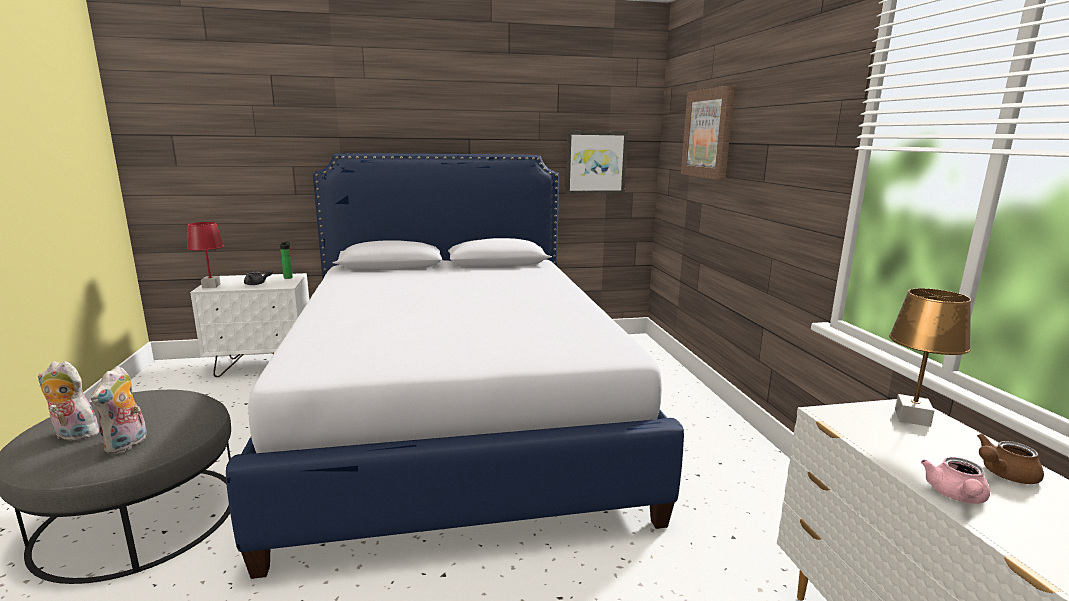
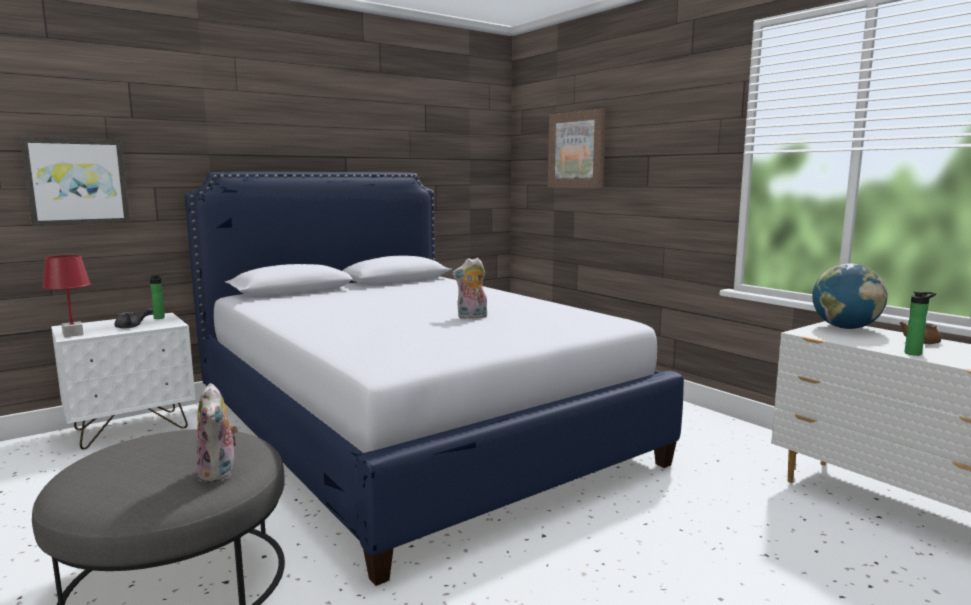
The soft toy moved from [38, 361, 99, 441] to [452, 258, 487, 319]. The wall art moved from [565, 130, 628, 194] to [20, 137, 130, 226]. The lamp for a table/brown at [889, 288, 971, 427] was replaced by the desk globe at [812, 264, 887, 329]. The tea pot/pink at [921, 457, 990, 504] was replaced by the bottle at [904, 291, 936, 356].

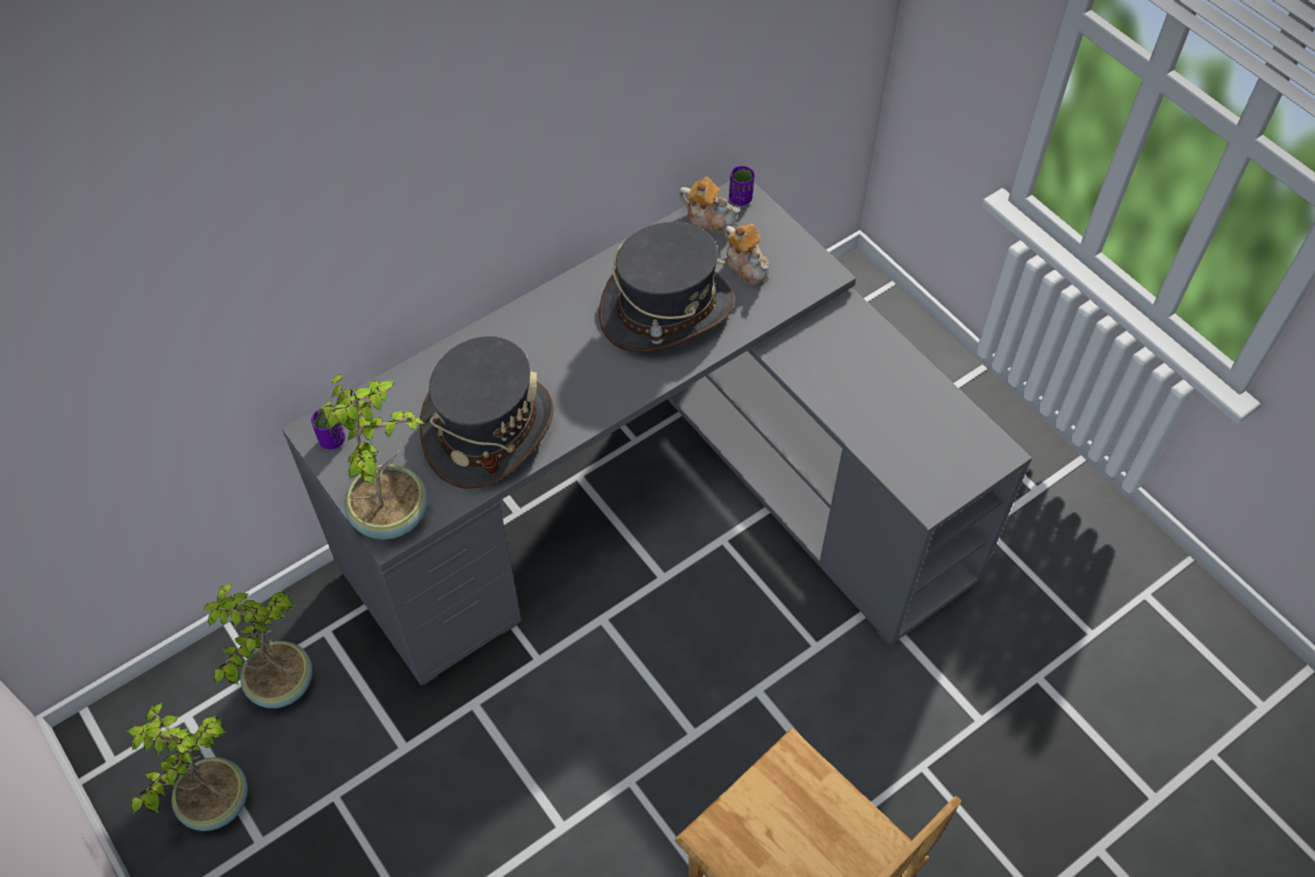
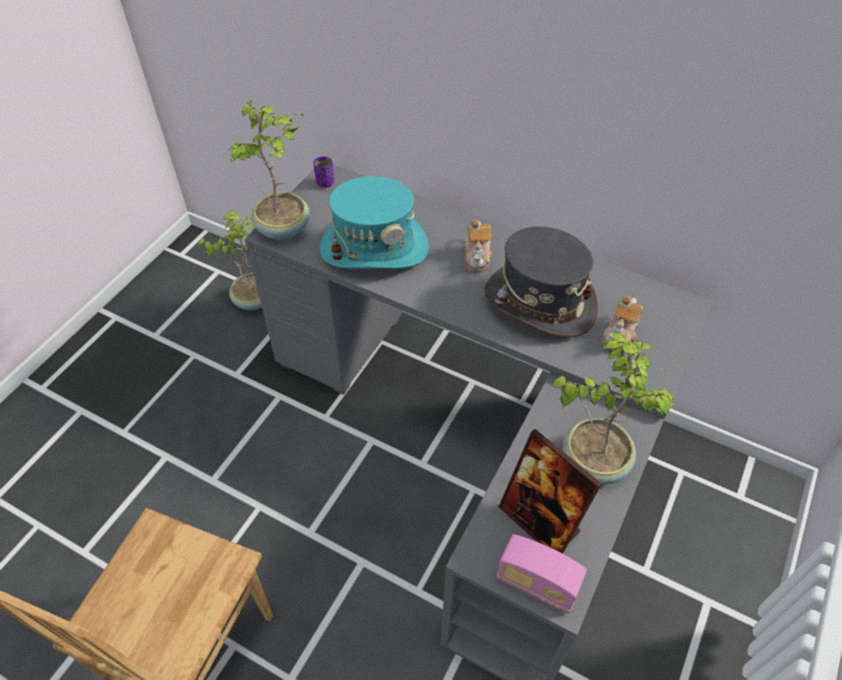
The potted plant moved from [126, 702, 248, 831] to [550, 331, 675, 485]. The clothing hat/grey at [419, 336, 554, 489] became the clothing hat/turquoise at [320, 176, 429, 269]. The tea pot moved from [679, 177, 740, 234] to [465, 220, 492, 272]. The small cup/purple at [729, 166, 755, 205] disappeared. The radio set at [497, 534, 587, 614] appeared. The standing frame at [499, 429, 602, 554] appeared.

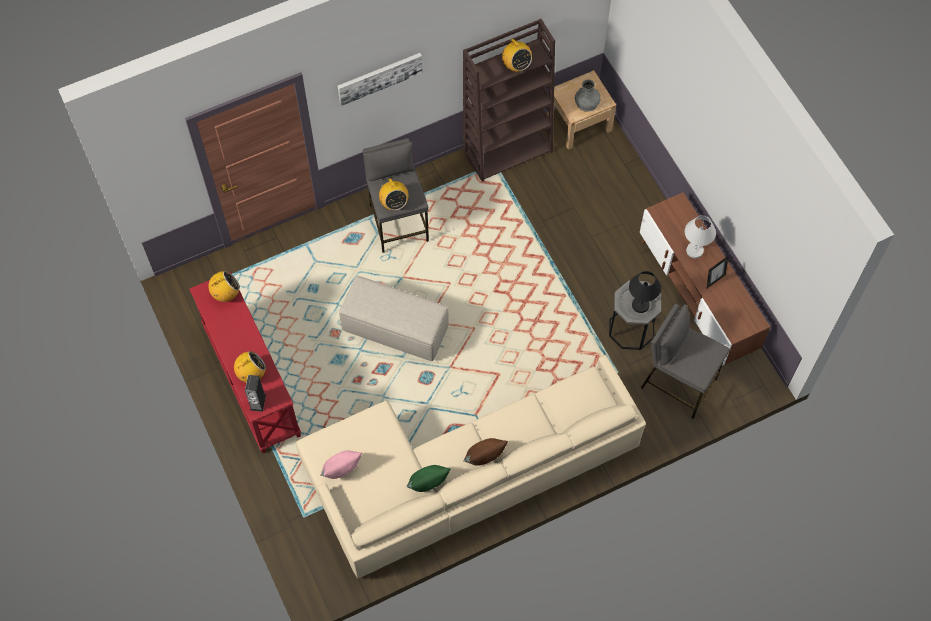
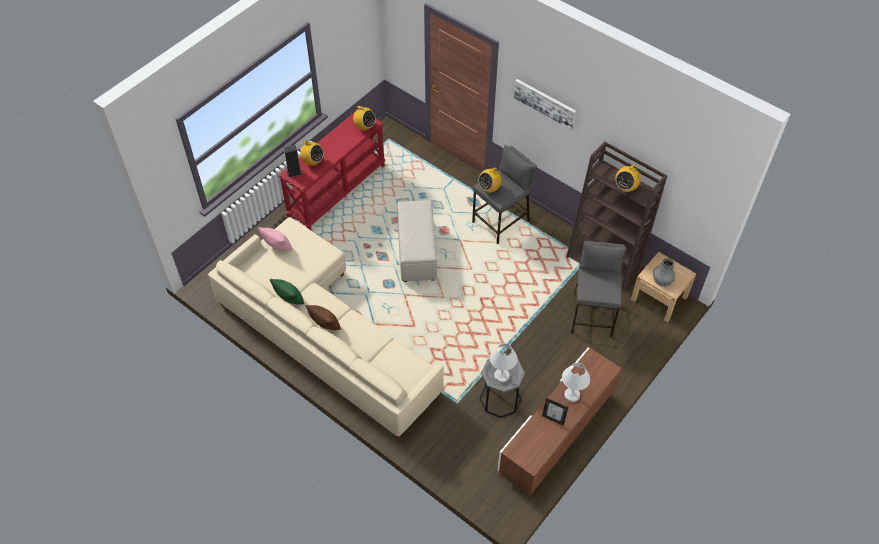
The lamp for a table/black-coloured at [629, 271, 661, 313] became the lamp for a table/white-coloured at [490, 343, 518, 383]. The stool seat/grey moved from [641, 304, 730, 419] to [571, 241, 627, 338].

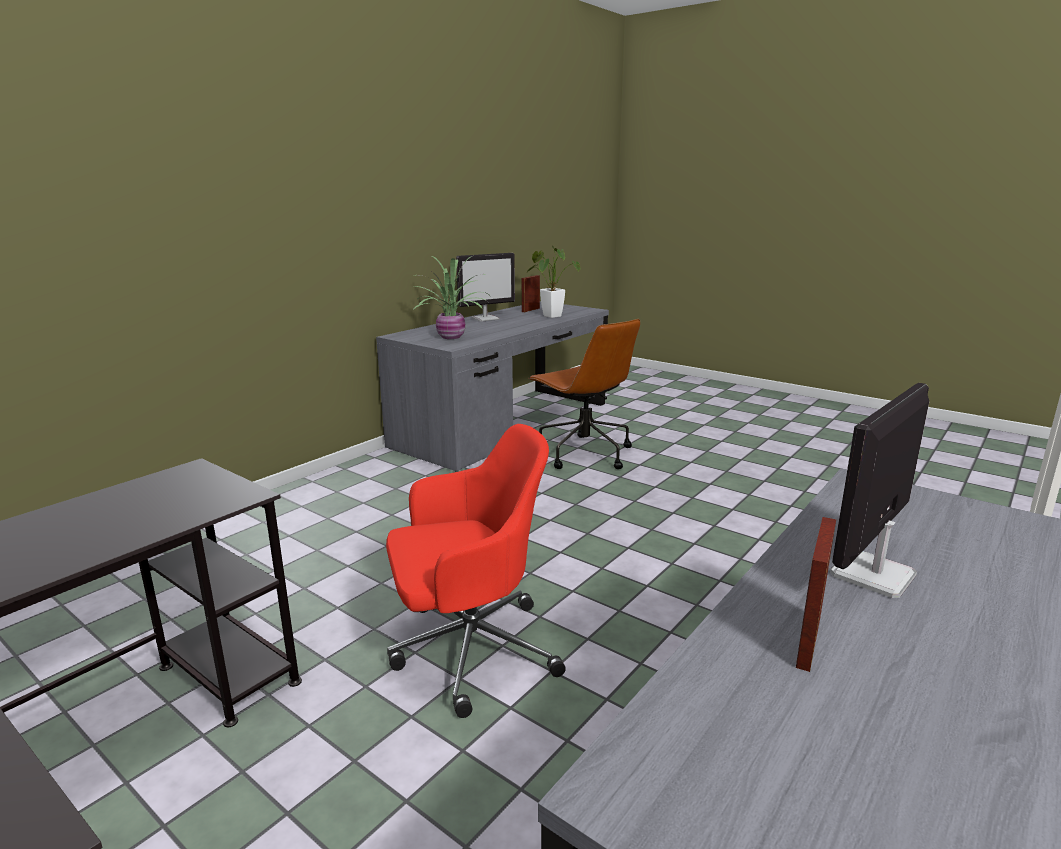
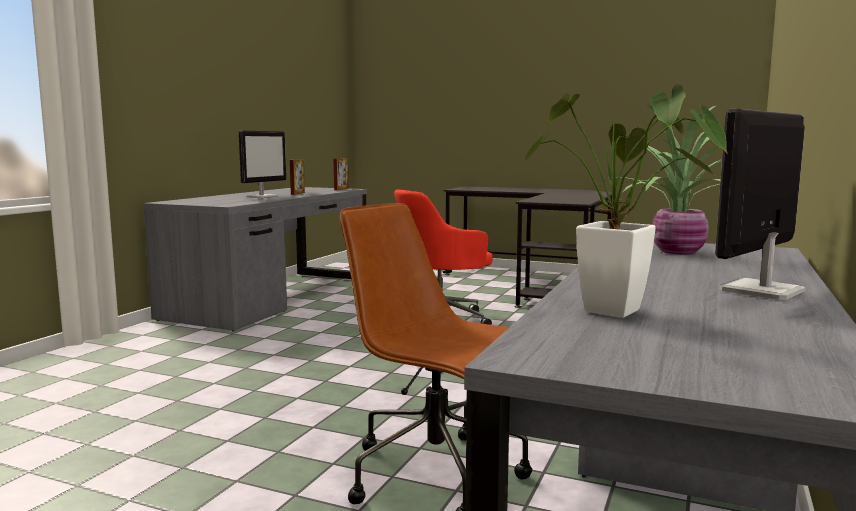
The standing frame moved from [522, 275, 540, 312] to [333, 158, 349, 190].

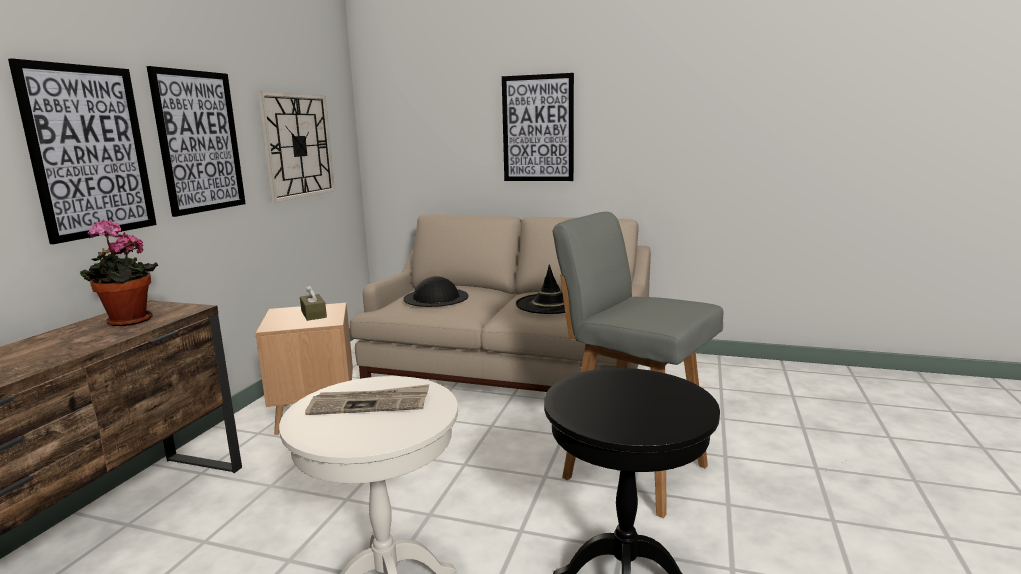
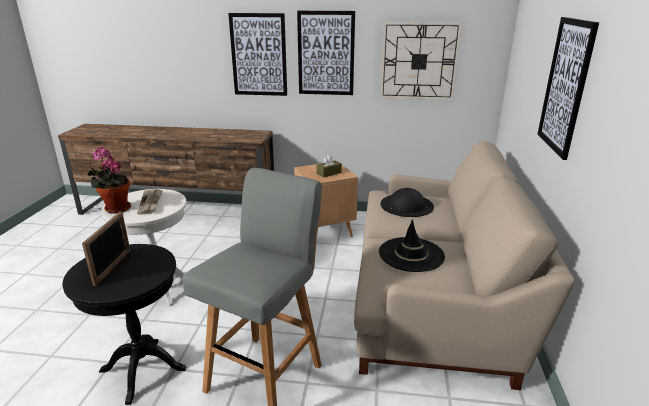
The potted plant moved from [80, 219, 158, 326] to [87, 147, 131, 213]. The standing frame at [82, 212, 130, 286] appeared.

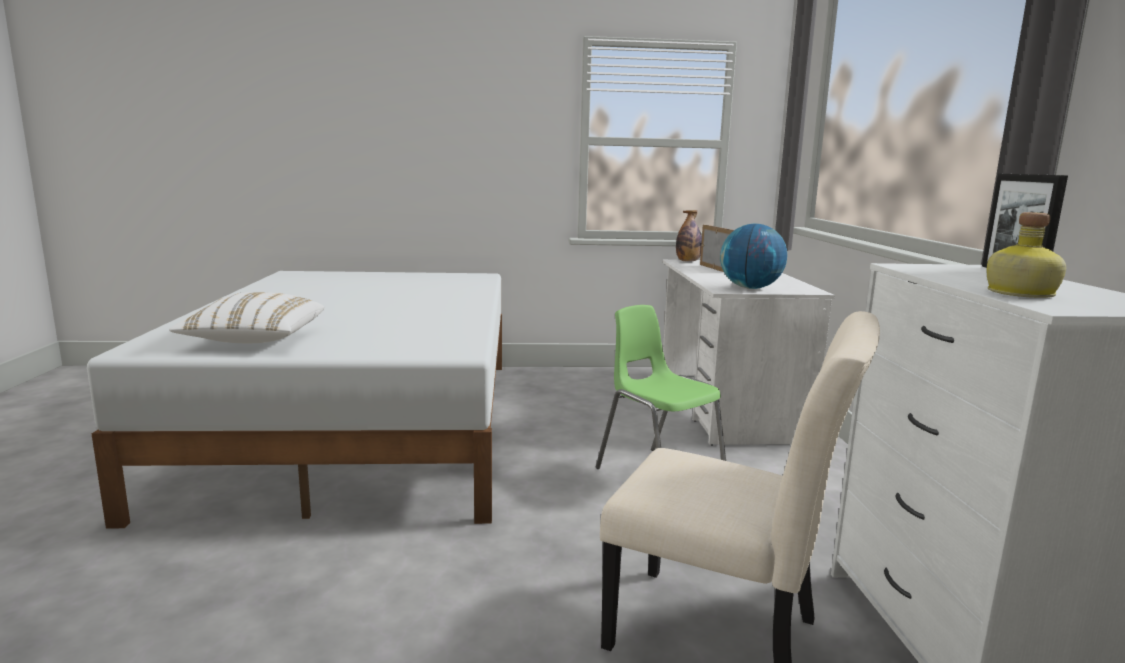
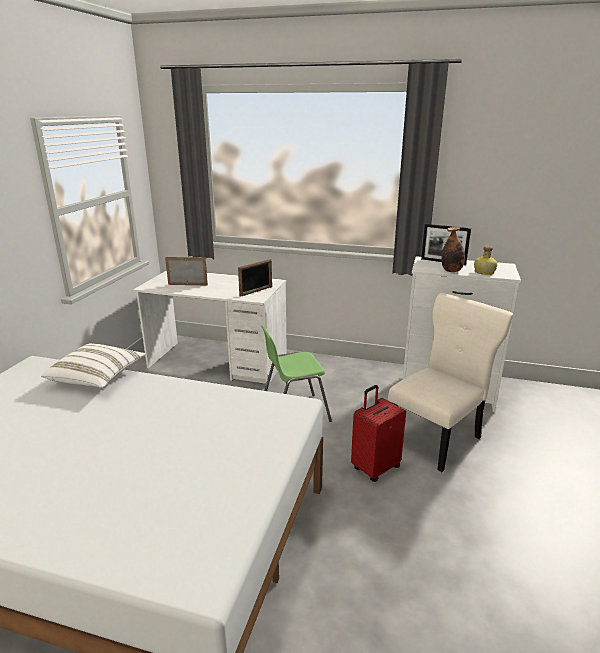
The throw pillow/white-coloured moved from [169, 292, 324, 343] to [41, 343, 146, 388]. The bottle moved from [676, 210, 702, 262] to [442, 227, 465, 272]. The desk globe at [720, 224, 787, 289] was replaced by the standing frame at [238, 259, 272, 297]. The travel case/red-coloured at [351, 385, 406, 482] appeared.

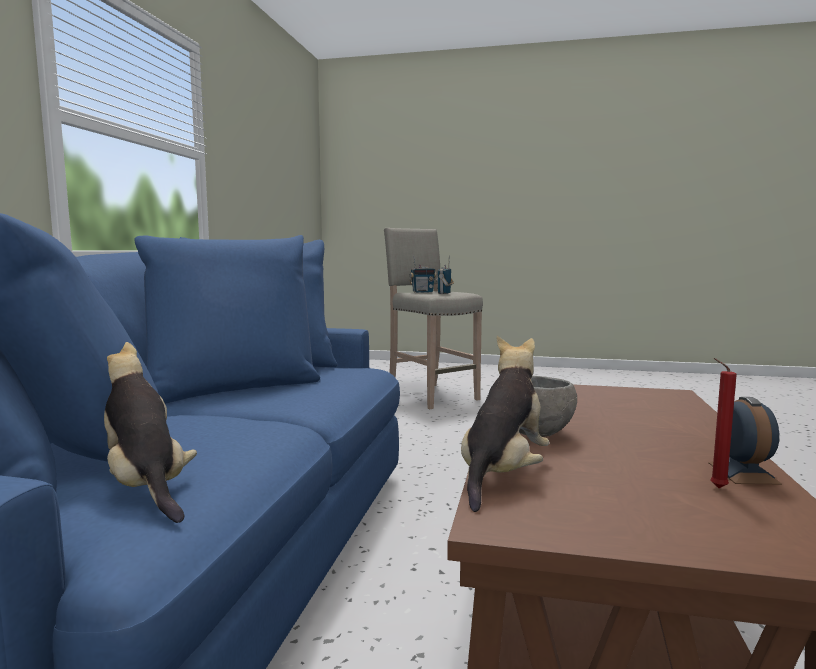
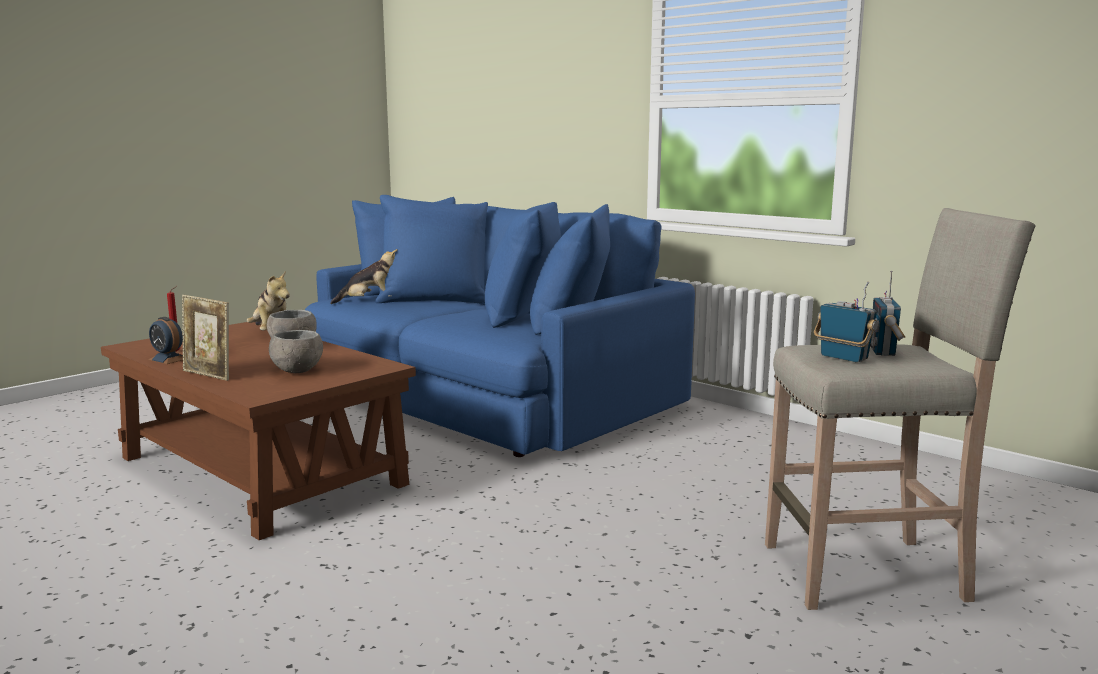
The standing frame at [182, 295, 229, 381] appeared. The deep dish/grey at [269, 330, 323, 373] appeared.

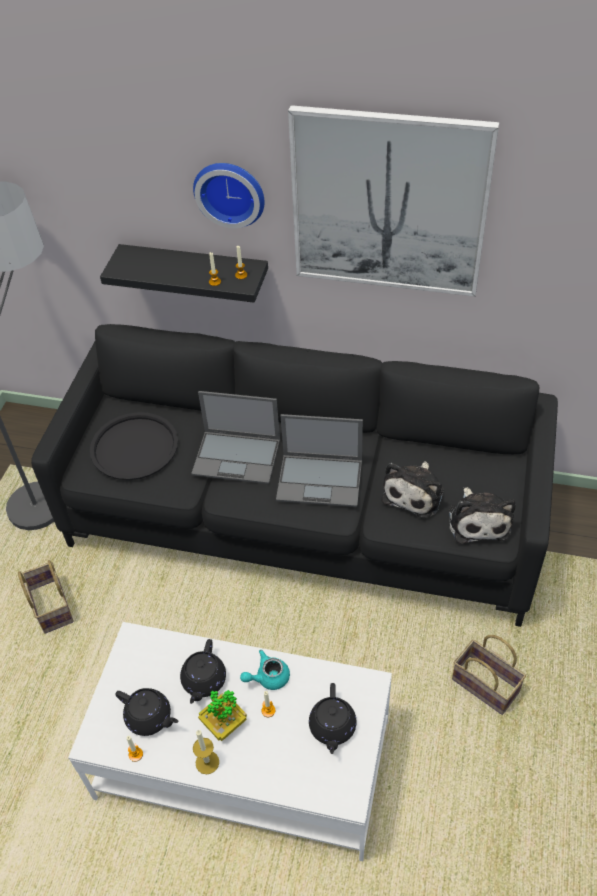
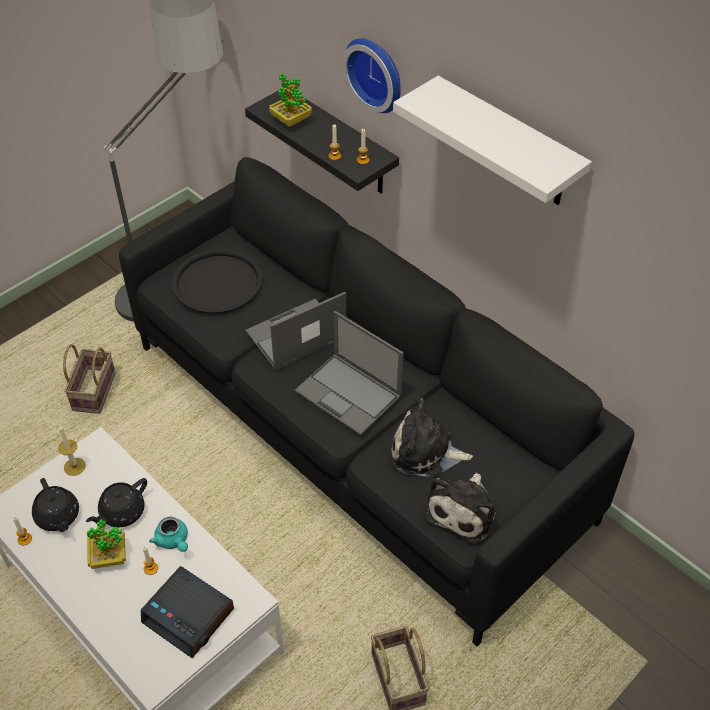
The notebook computer at [191, 391, 280, 484] turned 105 degrees clockwise. The wax light moved from [193, 730, 219, 774] to [58, 424, 86, 476]. The tea pot/turquoise at [240, 650, 290, 690] turned 135 degrees counterclockwise. The wall art at [288, 105, 499, 297] was replaced by the wall shelf/white-coloured at [393, 76, 592, 205]. The tea pot/black-coloured at [309, 683, 357, 754] was replaced by the bedside clock at [141, 566, 234, 658]. The soft toy at [381, 461, 444, 519] turned 45 degrees clockwise. The potted plant at [269, 73, 312, 127] appeared.

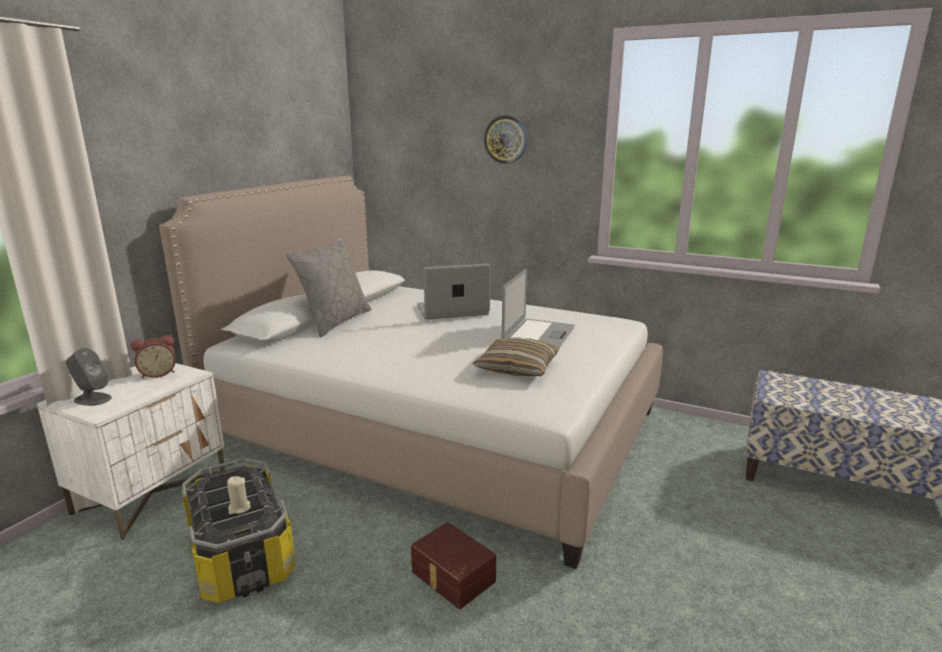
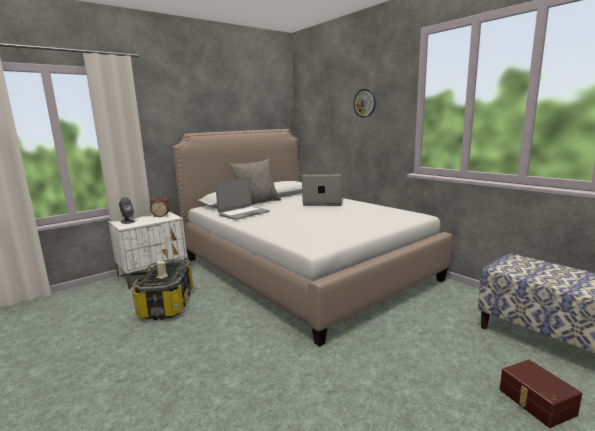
The storage bin/brown moved from [411, 522, 496, 609] to [499, 360, 582, 428]. The throw pillow at [473, 337, 559, 376] disappeared. The notebook computer moved from [502, 269, 575, 348] to [215, 177, 270, 220].

